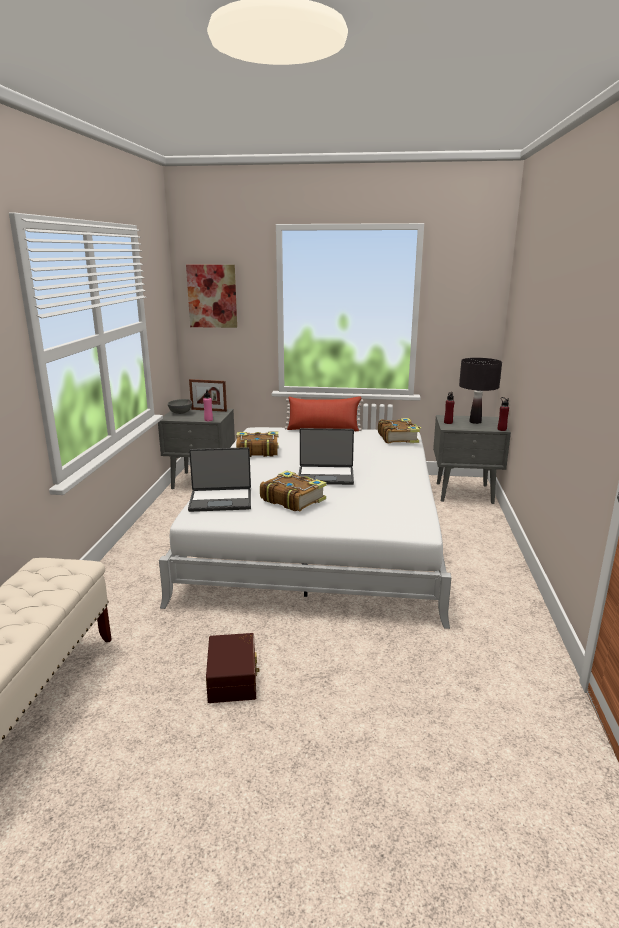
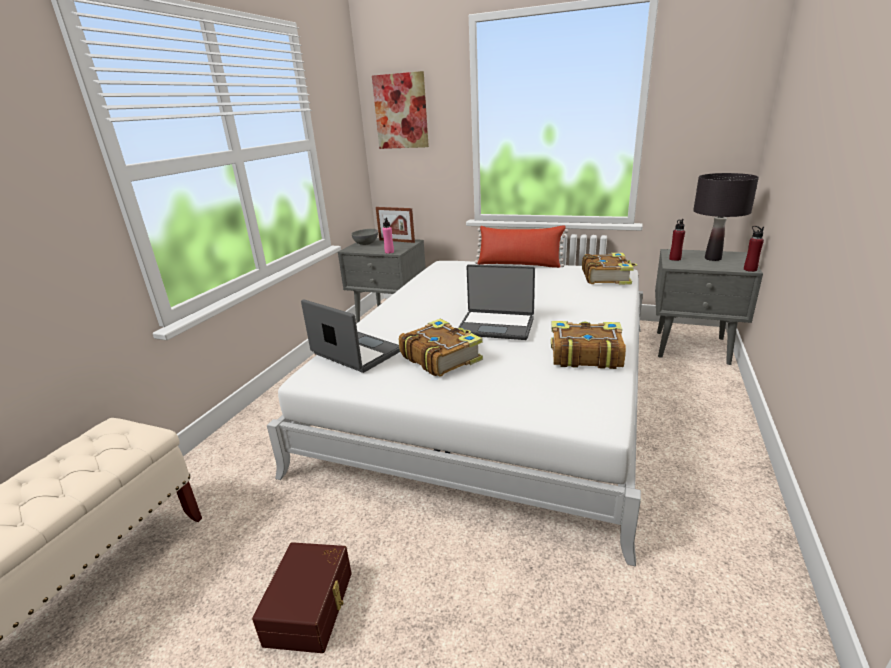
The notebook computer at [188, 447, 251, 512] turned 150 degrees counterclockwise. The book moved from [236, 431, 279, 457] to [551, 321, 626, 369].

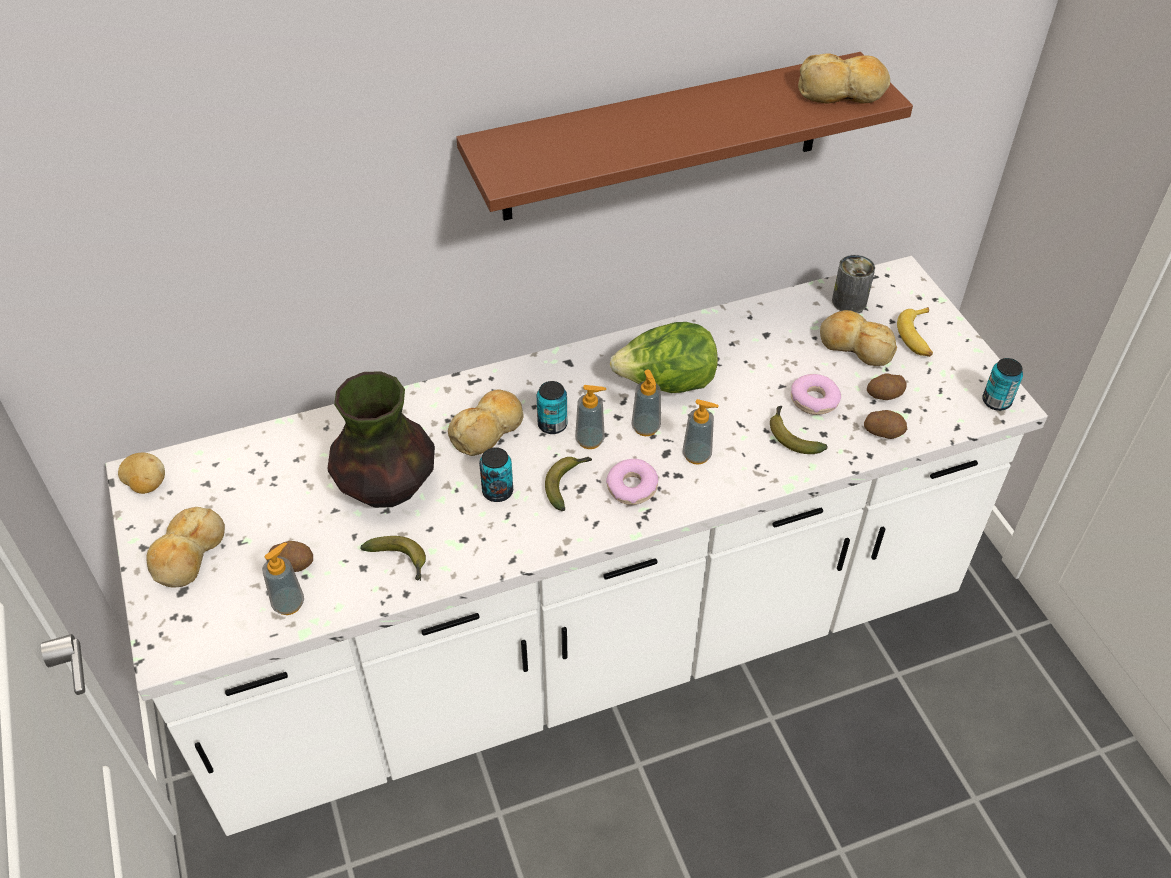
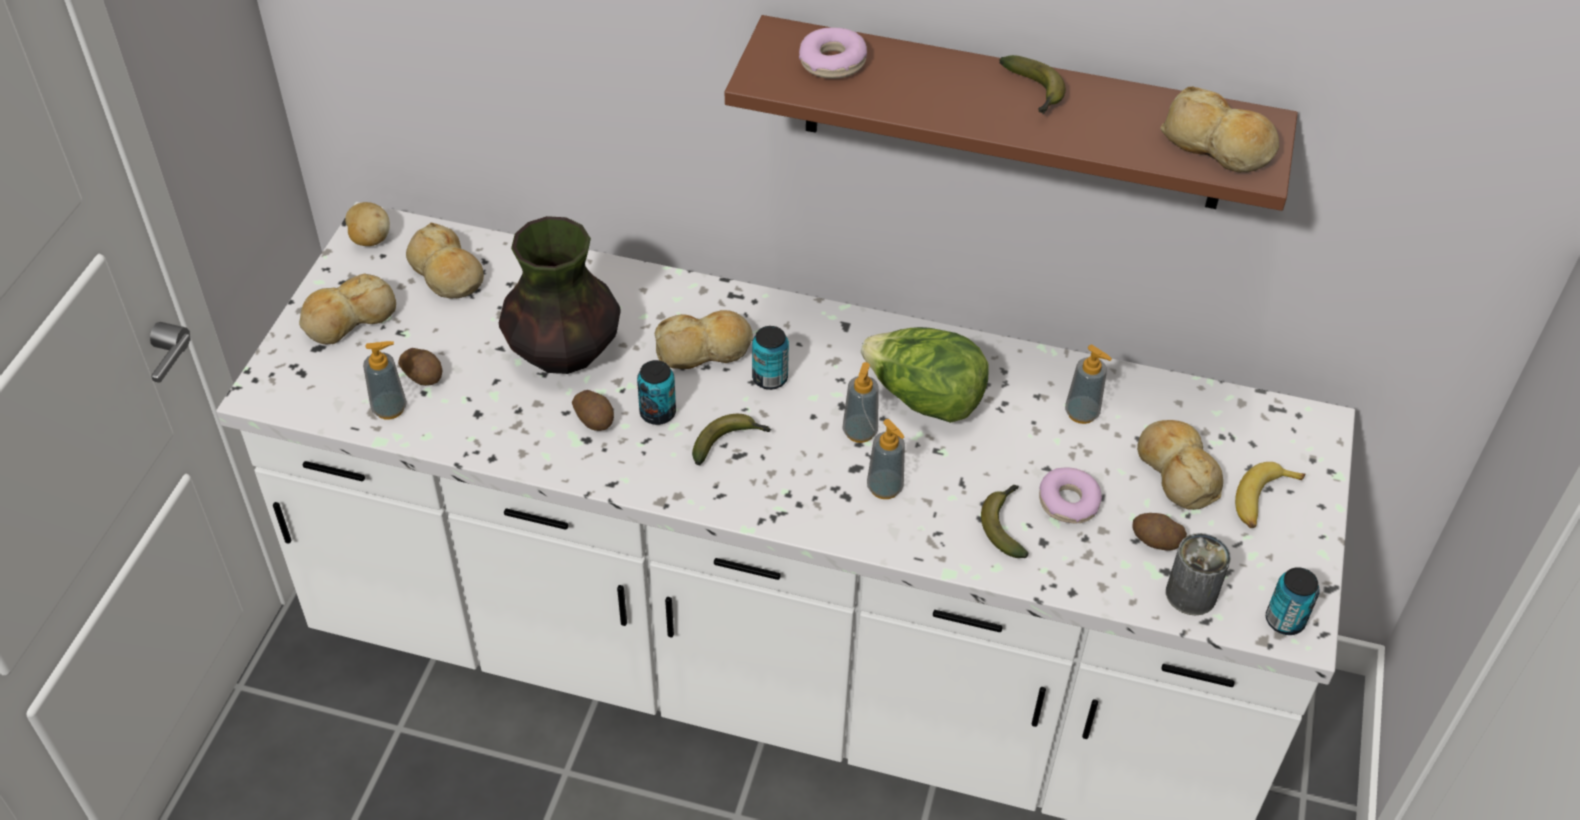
The banana fruit moved from [360, 536, 426, 581] to [999, 55, 1066, 114]. The soap bottle moved from [575, 385, 606, 449] to [1065, 345, 1112, 424]. The doughnut moved from [606, 459, 658, 505] to [799, 28, 867, 79]. The can moved from [832, 255, 875, 313] to [1166, 533, 1231, 615]. The whole potato moved from [864, 410, 907, 439] to [572, 390, 614, 431]. The bakery bread at [406, 222, 484, 299] appeared.

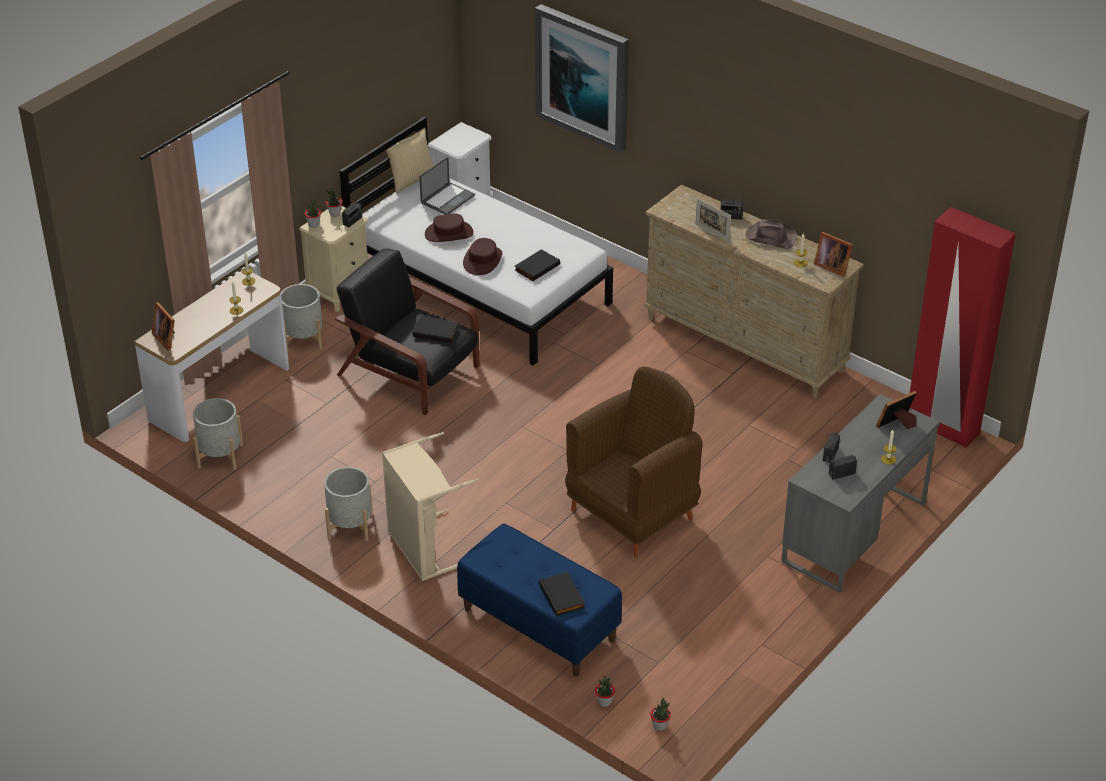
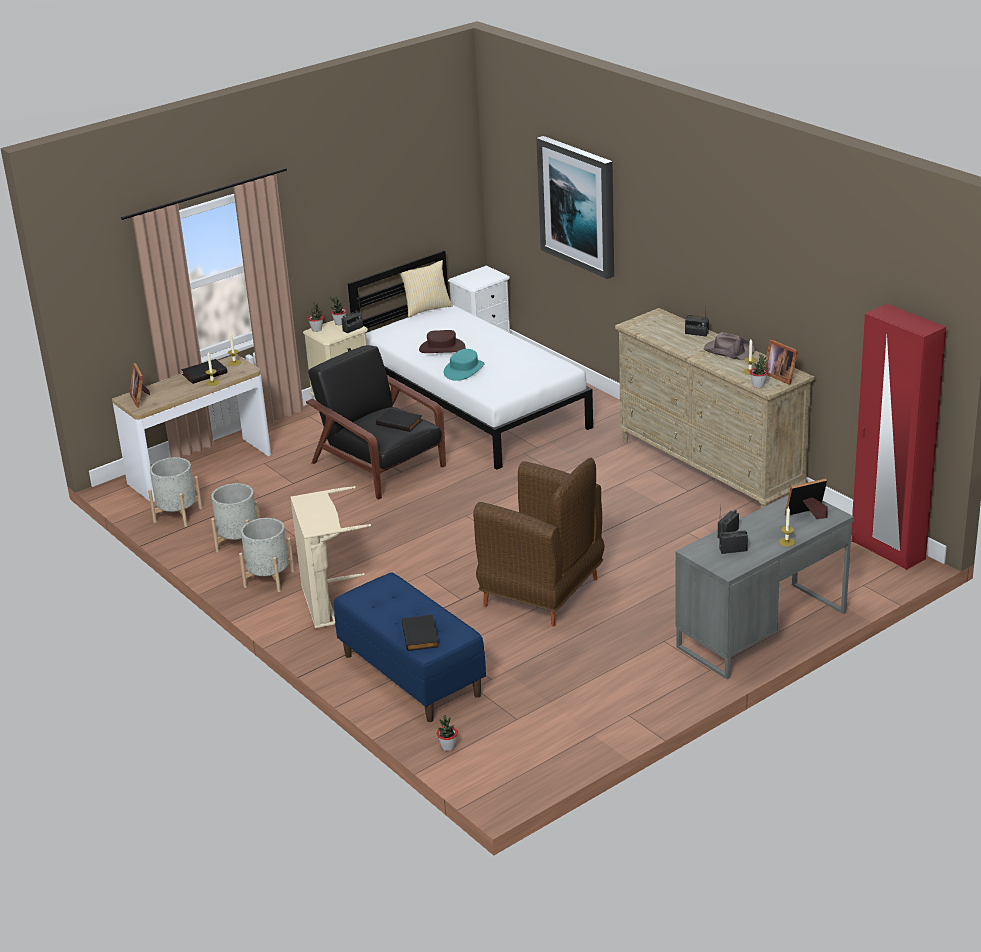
The flower pot/grey moved from [281, 284, 322, 351] to [211, 483, 260, 553]. The notebook computer at [419, 157, 475, 214] disappeared. The clothing hat/brown at [463, 238, 502, 275] became the clothing hat/turquoise at [444, 349, 485, 381]. The book/black-coloured moved from [515, 249, 560, 281] to [181, 359, 227, 384]. The easy chair/brown at [565, 366, 703, 557] turned 60 degrees clockwise. The potted plant moved from [650, 697, 671, 731] to [750, 354, 768, 388]. The standing frame at [696, 199, 731, 241] disappeared.

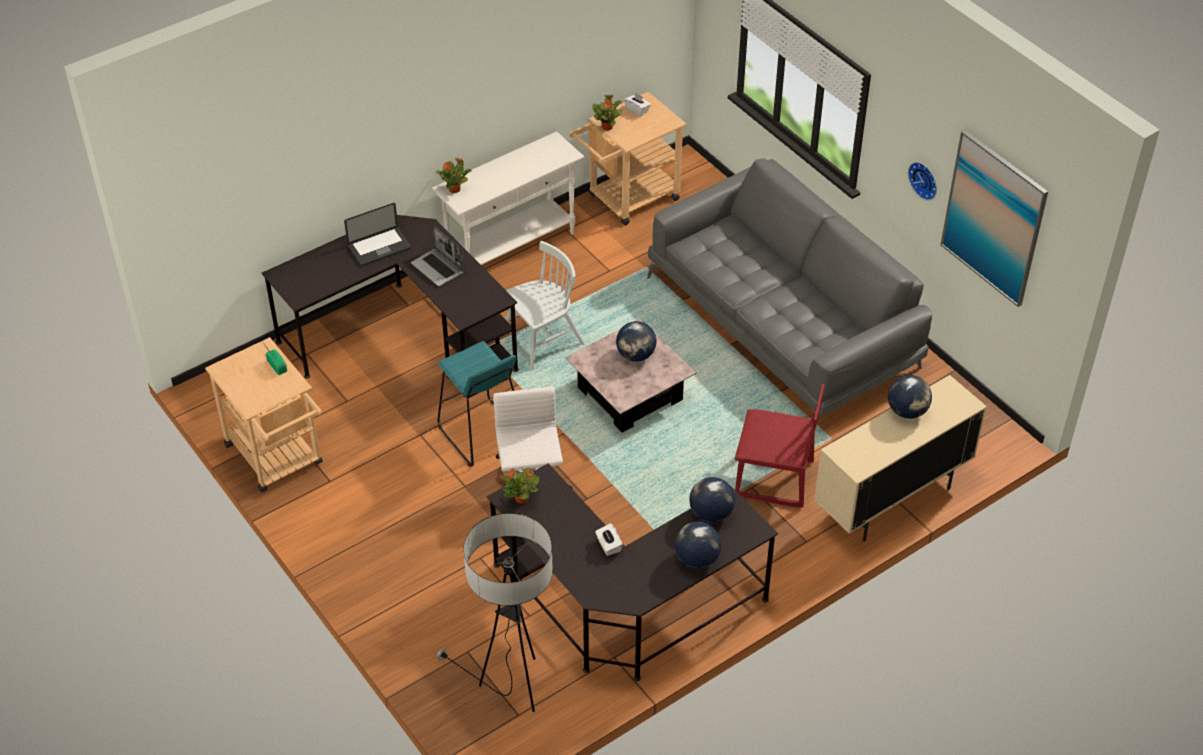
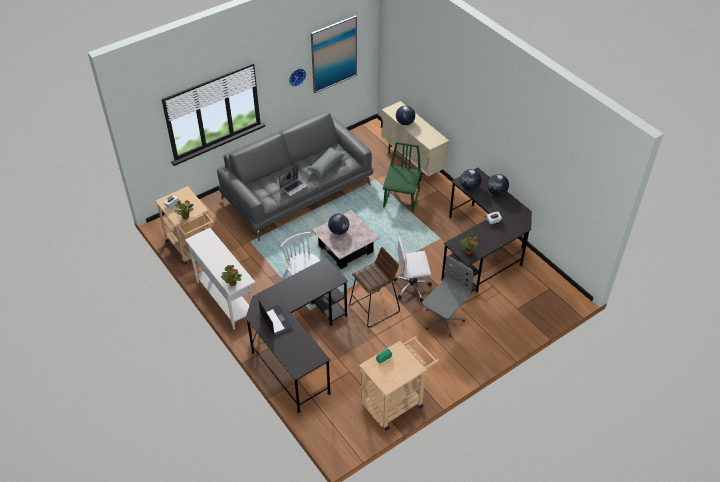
The notebook computer moved from [411, 226, 464, 286] to [279, 166, 308, 196]. The standing lamp at [436, 513, 553, 712] disappeared. The stool seat/turquoise at [437, 341, 516, 467] became the stool seat/brown at [349, 247, 400, 327]. The upright chair/red-coloured at [735, 384, 825, 508] became the upright chair/greenish at [383, 142, 421, 212]. The throw pillow/grey at [307, 147, 345, 177] appeared. The computer chair/grey at [422, 256, 473, 336] appeared.

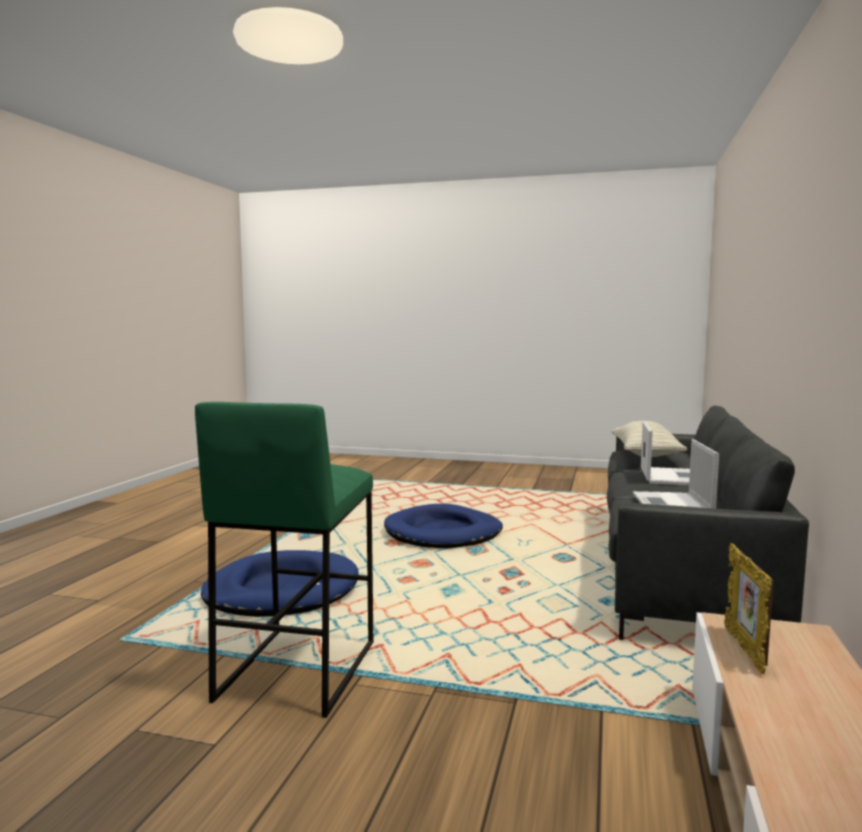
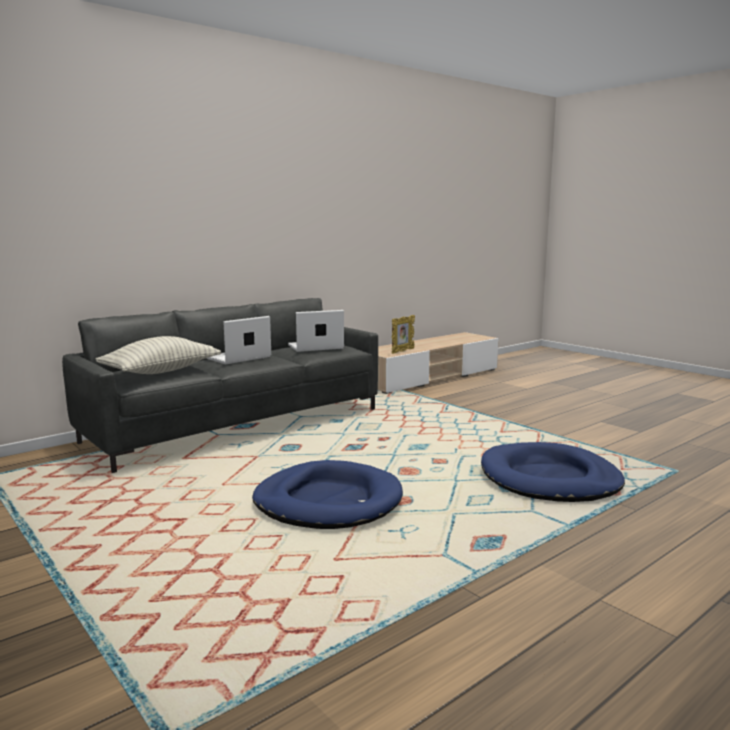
The stool seat/greenish at [195, 402, 373, 718] disappeared. The notebook computer at [633, 439, 719, 509] turned 150 degrees counterclockwise.

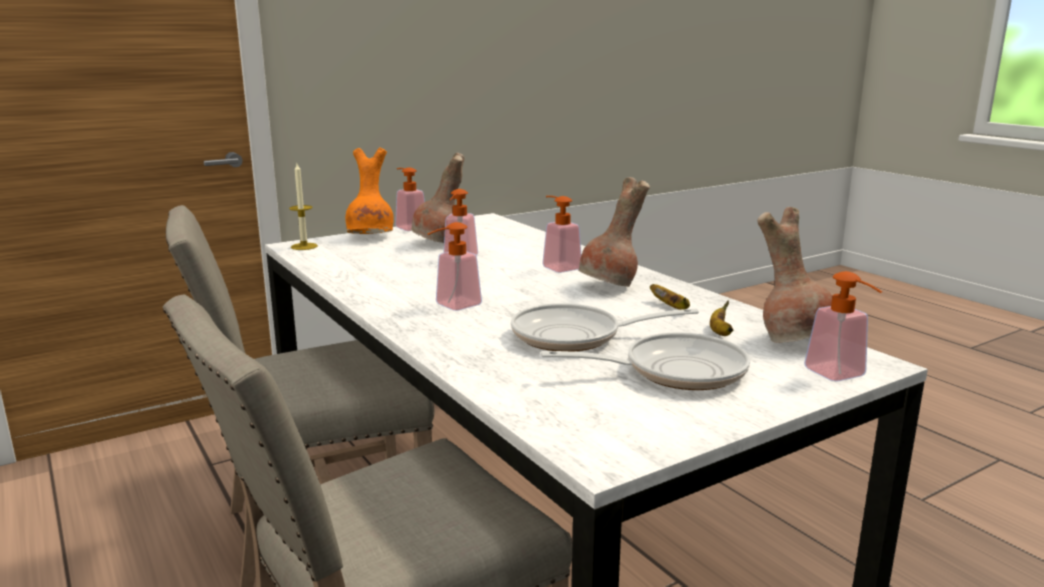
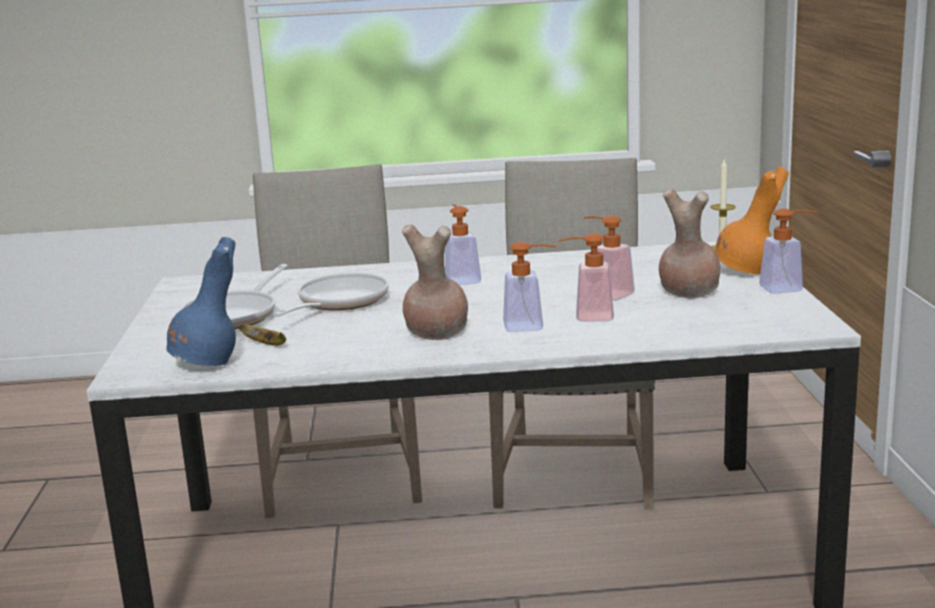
The banana fruit at [650, 284, 690, 310] disappeared. The flower vase/brown at [757, 207, 832, 343] became the flower vase/bluish at [166, 237, 236, 366]. The soap bottle moved from [804, 271, 882, 382] to [558, 233, 614, 322].

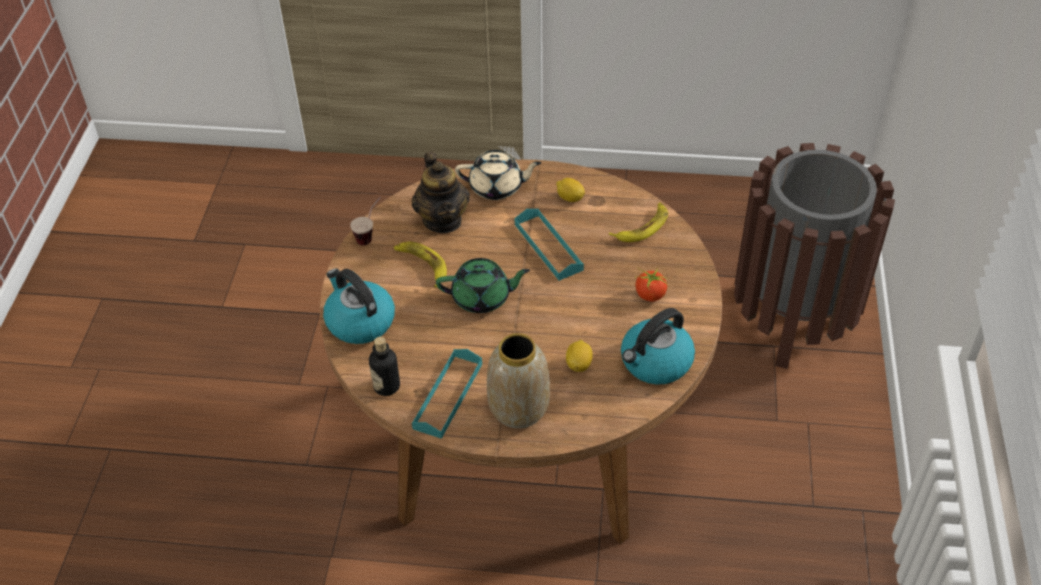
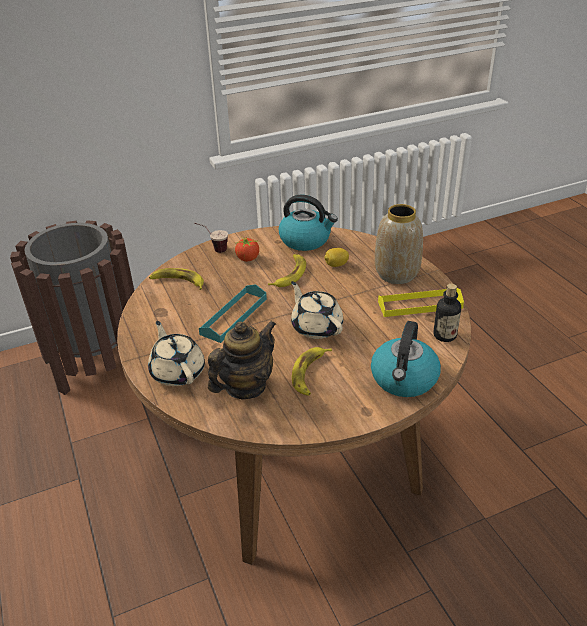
The small cup moved from [350, 197, 381, 245] to [194, 223, 228, 253]. The tray/turquoise at [412, 349, 482, 439] became the tray/yellow at [378, 288, 464, 317]. The tea pot/greenish at [436, 258, 530, 313] became the tea pot/beige-coloured at [291, 281, 343, 339]. The citrus fruit at [556, 178, 585, 202] disappeared. The banana fruit at [268, 254, 306, 287] appeared.

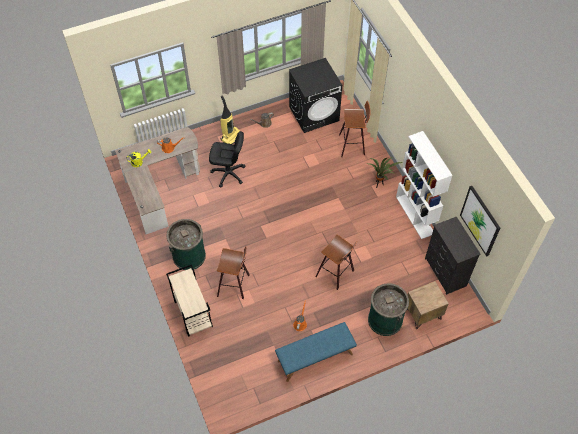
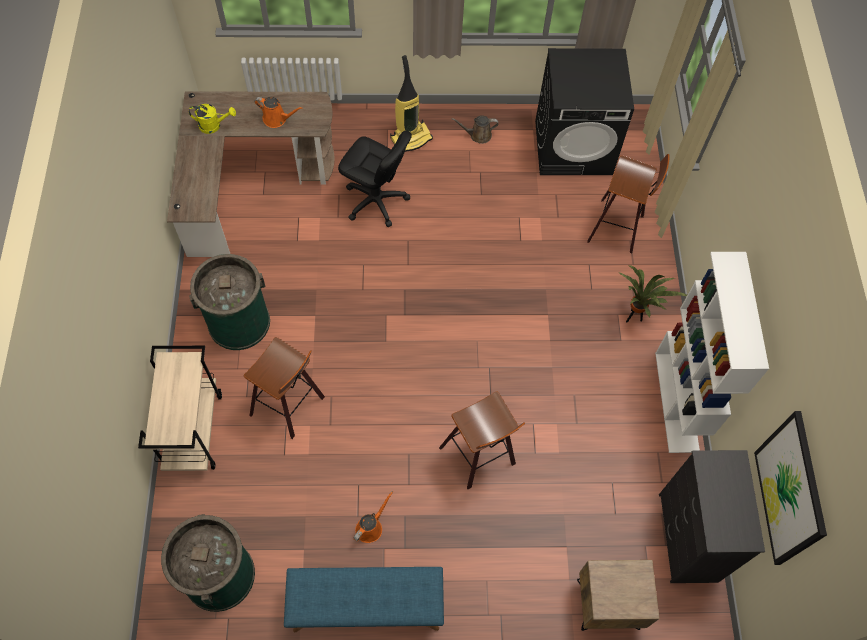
The rubbish bin/greenish moved from [368, 283, 409, 336] to [161, 514, 255, 612].

